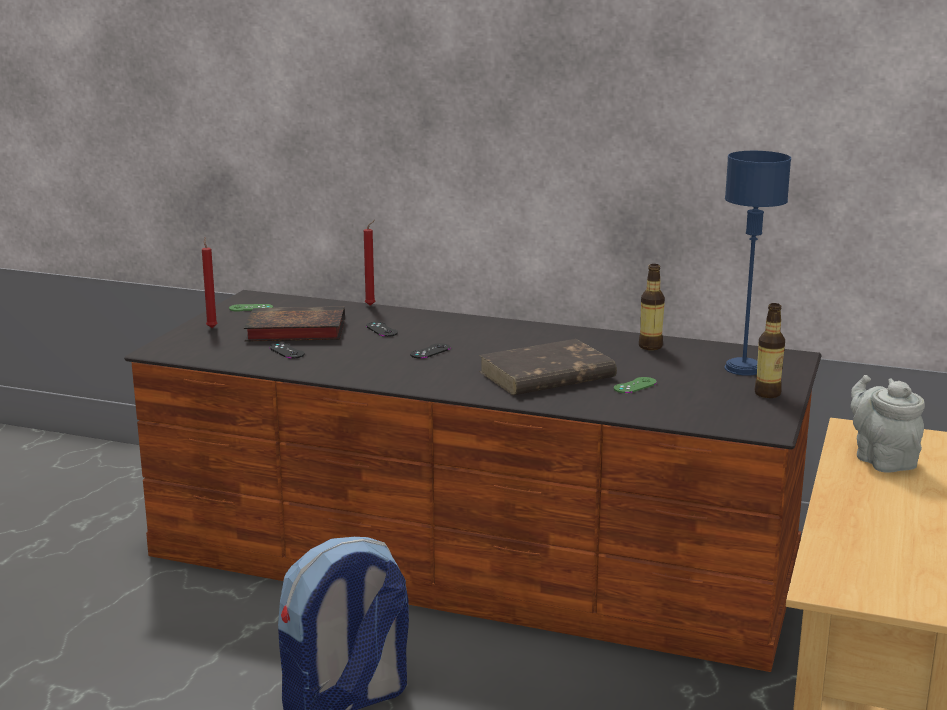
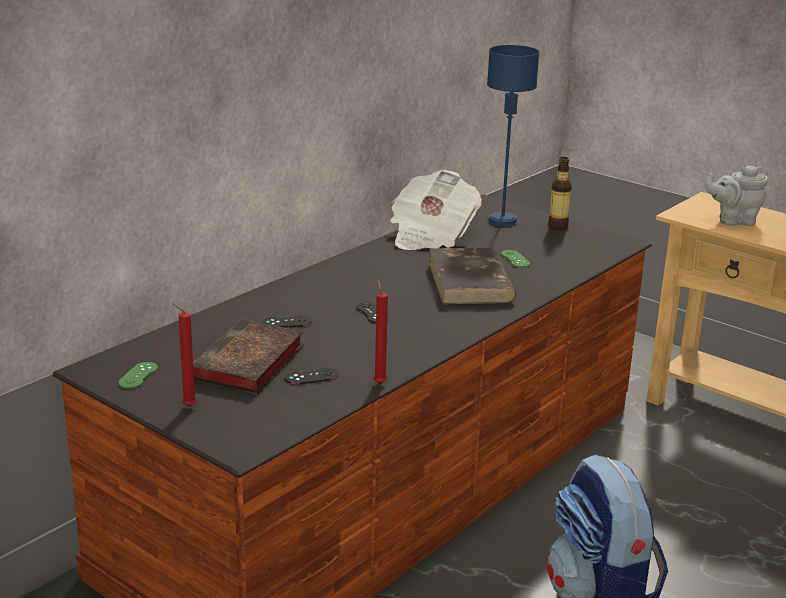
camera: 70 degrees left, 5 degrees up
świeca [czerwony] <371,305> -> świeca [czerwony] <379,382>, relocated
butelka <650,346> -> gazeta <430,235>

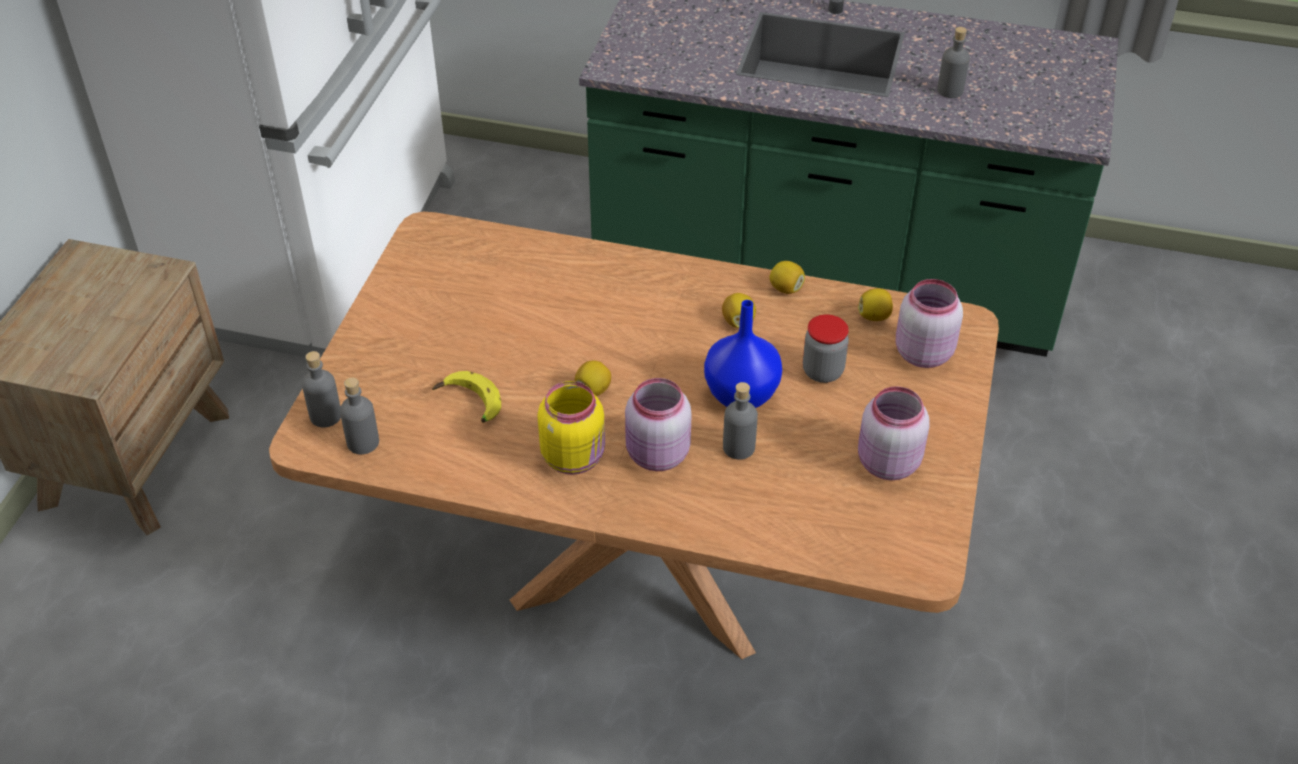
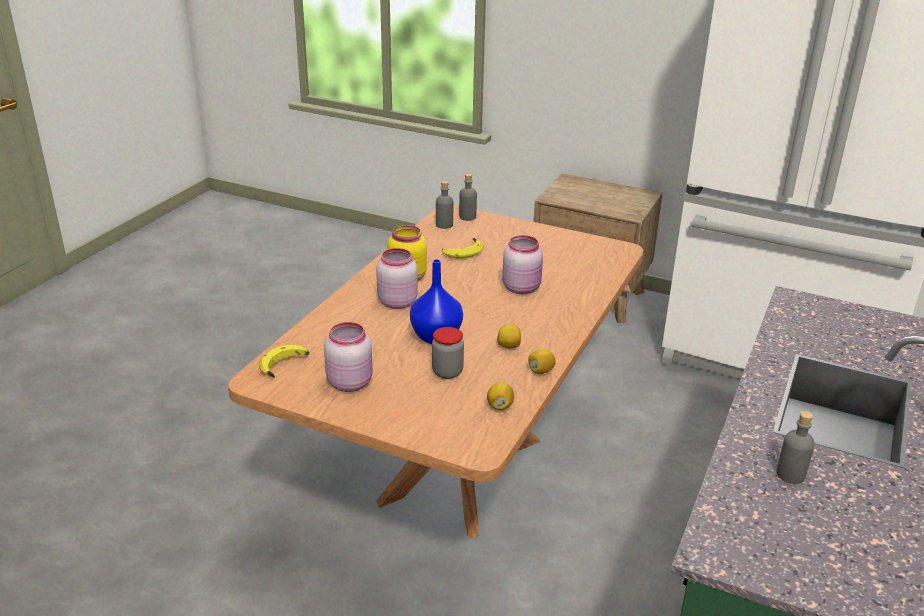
camera: 100 degrees right, 15 degrees down
cytryna <593,390> -> none
butelka [szary] <738,447> -> none
none -> banan <285,366>
słoik [różowy] <921,352> -> słoik [różowy] <522,288>, relocated

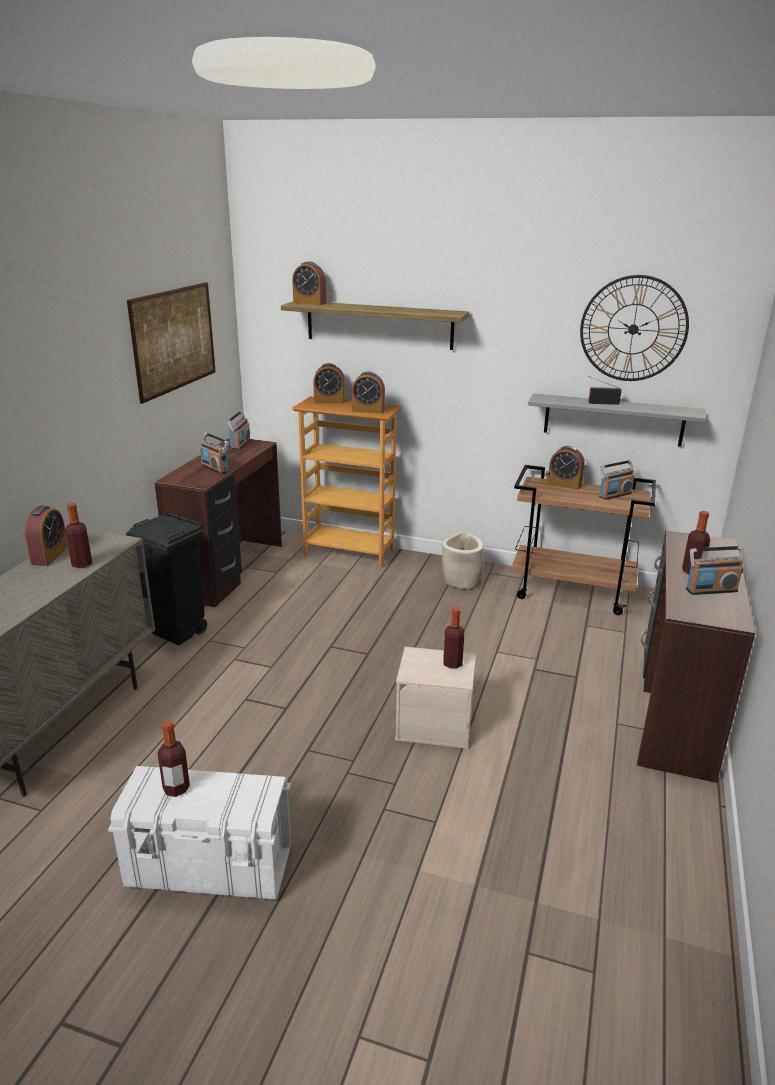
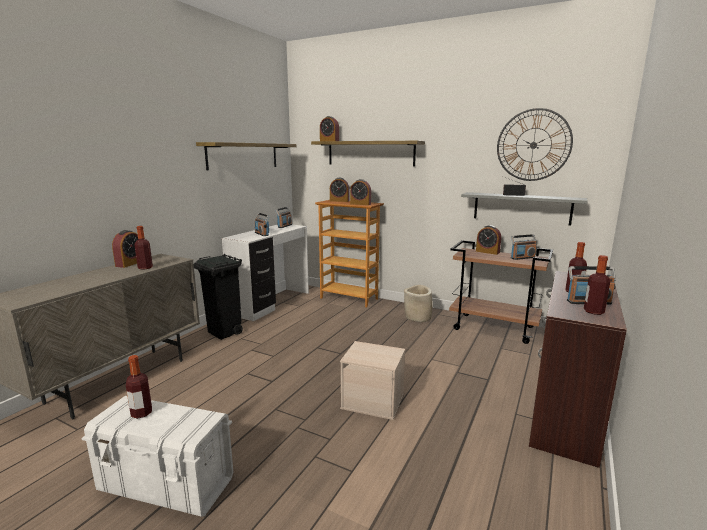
camera: 10 degrees right, 10 degrees down
butelka <452,663> -> butelka <593,311>, relocated
obraz <174,339> -> półka <243,156>
biurko [brązowy] <230,571> -> biurko [biały] <272,303>

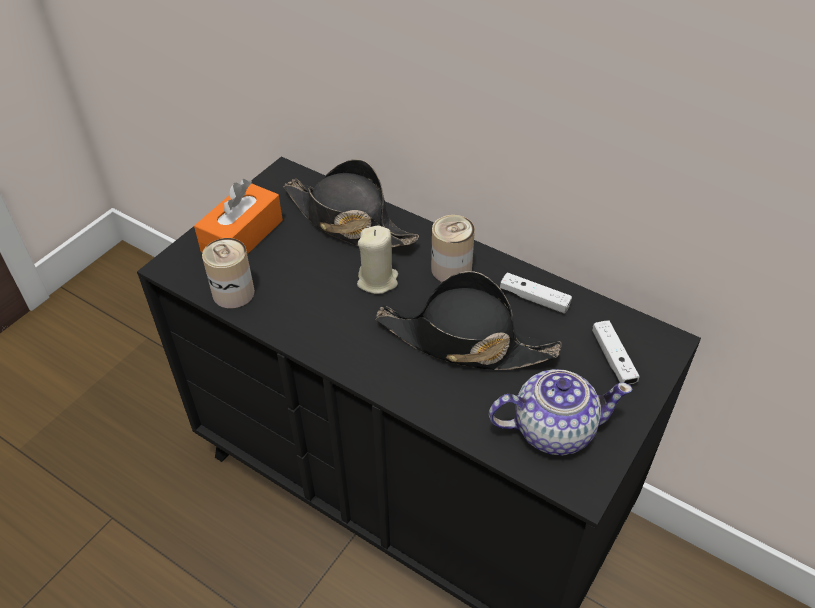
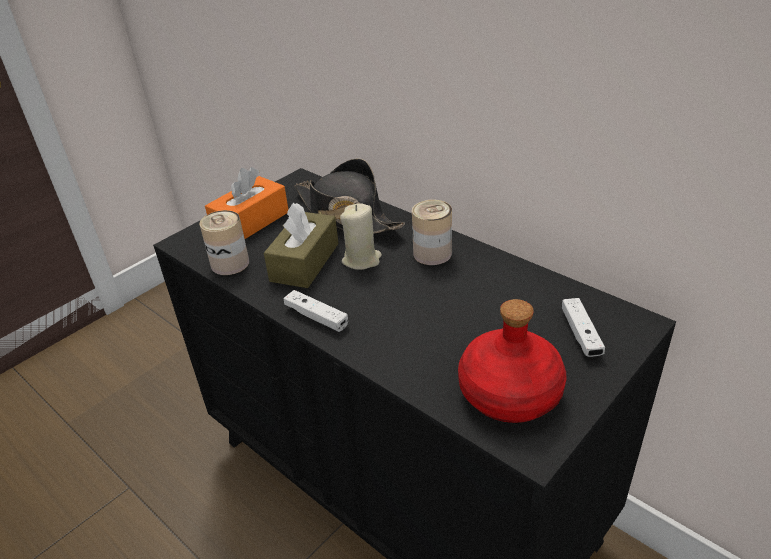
camera: 10 degrees right, 10 degrees down
kapelusz [czarny] <464,341> -> none
none -> pudełko chusteczek [brązowy] <305,262>
pad do gier [biały] <534,299> -> pad do gier [biały] <316,317>, relocated
imbryk <552,429> -> butelka [czerwony] <508,392>

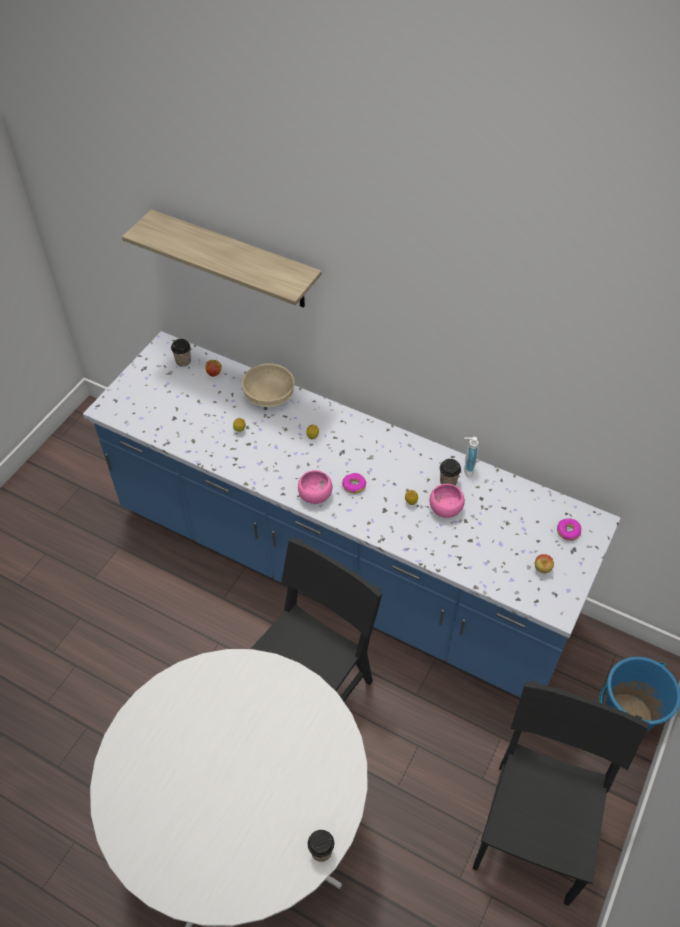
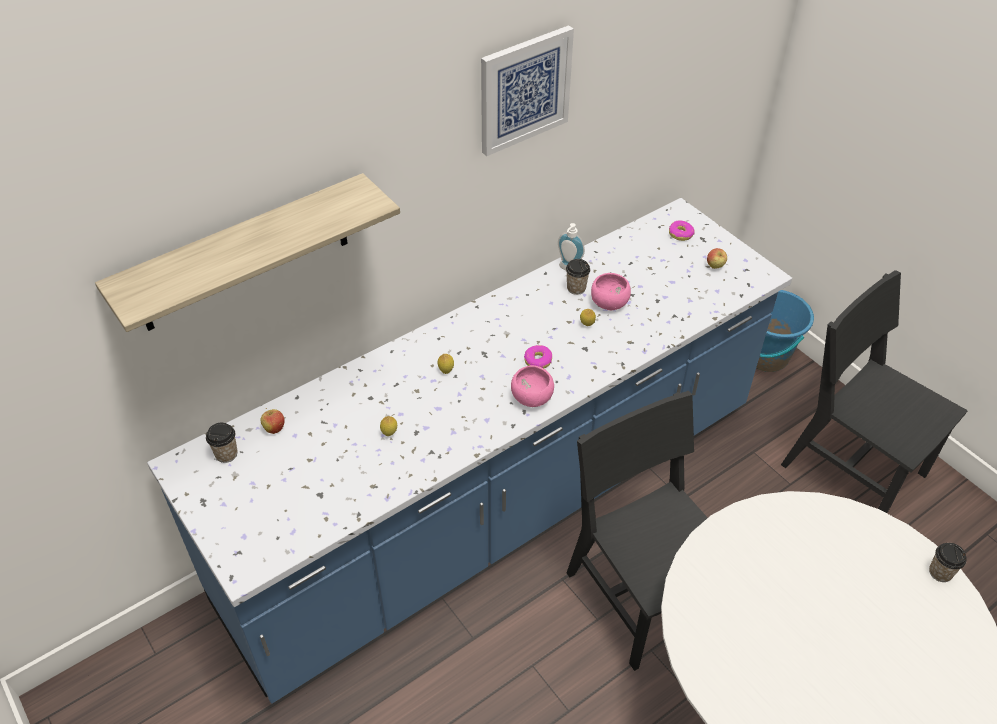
camera: 65 degrees left, 5 degrees down
miska [beżowy] <269,396> -> none
none -> obraz <524,90>

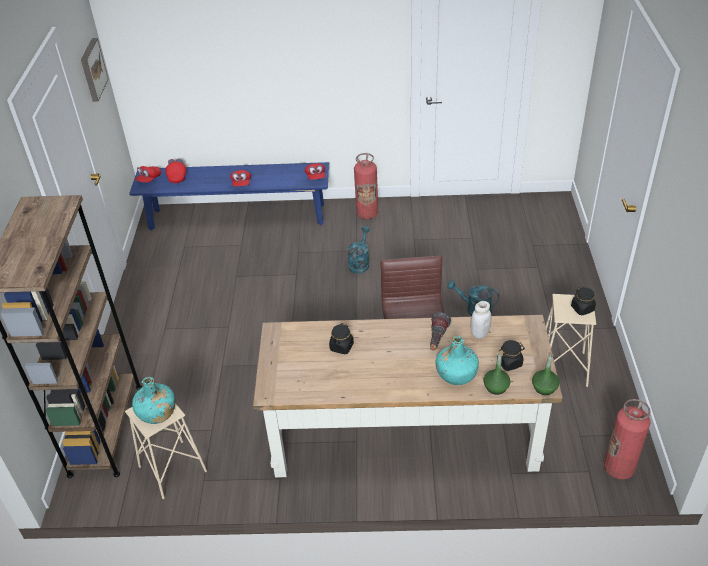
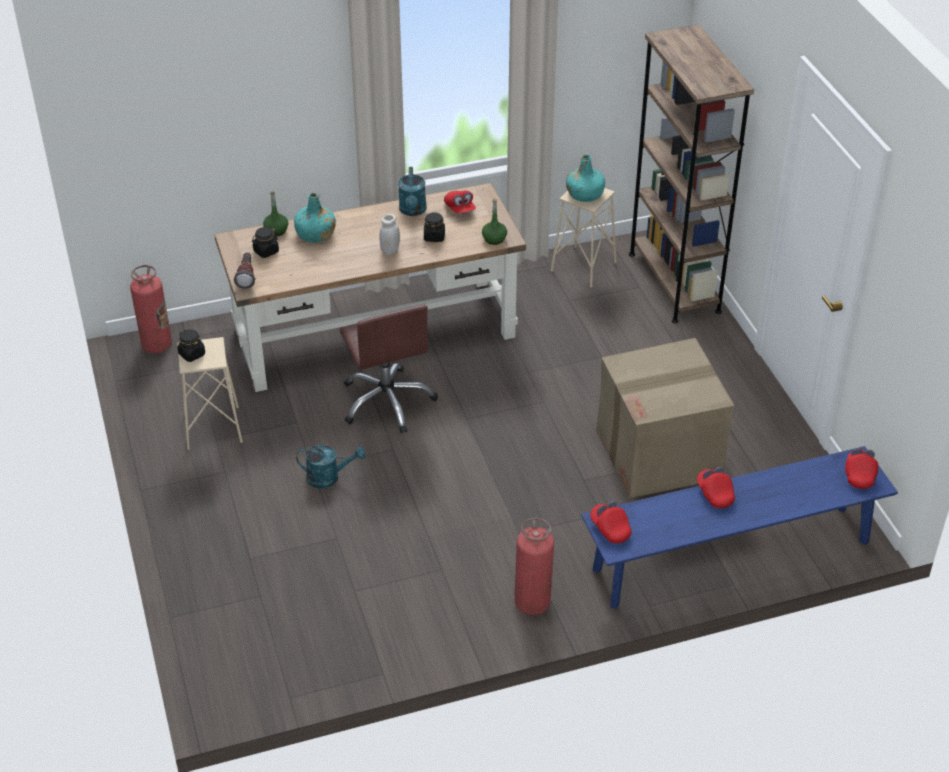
camera: 160 degrees right, 0 degrees up
obraz <92,69> -> none
none -> karton <659,454>
czapka z daszkiem [czerwony] <177,176> -> czapka z daszkiem [czerwony] <460,209>, relocated
konewka [turkusowy] <359,263> -> konewka [turkusowy] <413,211>, relocated
latarka <437,340> -> latarka <247,276>, relocated
słoik [biały] <479,333> -> słoik [biały] <390,250>, relocated
butelka [zielony] <544,387> -> butelka [zielony] <494,239>, relocated

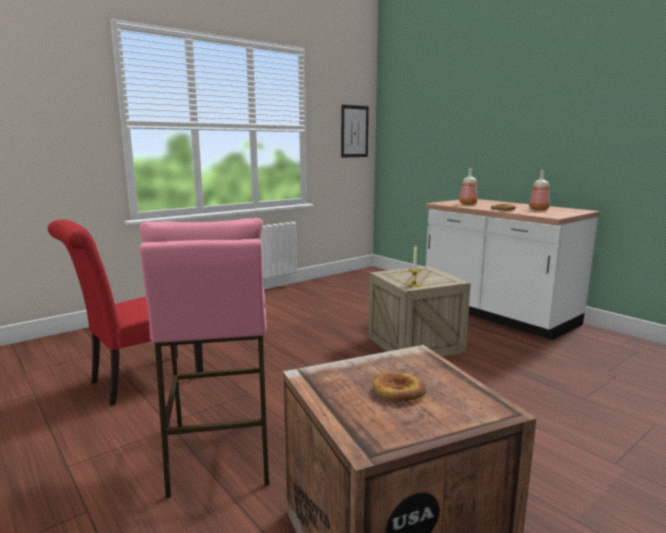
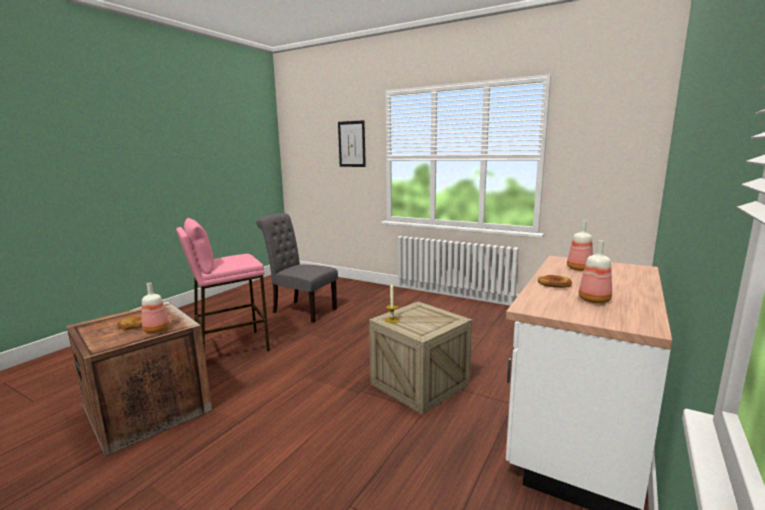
camera: 70 degrees right, 0 degrees up
none -> butelka <156,329>
obraz <354,131> -> obraz <351,144>, relocated
krzesło [czerwony] <139,381> -> krzesło [szary] <301,310>

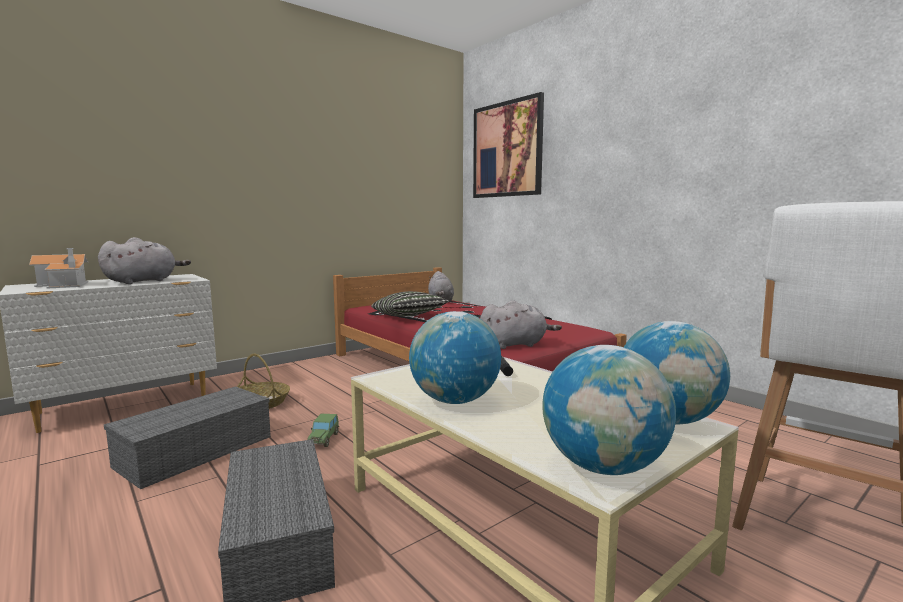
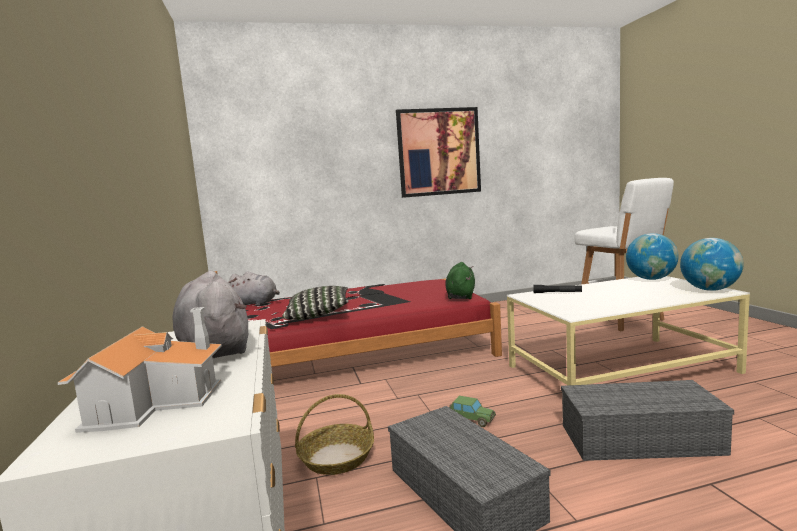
camera: 65 degrees left, 0 degrees up
globus <454,400> -> none
obraz <507,149> -> obraz <439,152>, relocated
pluszak [szary] <515,344> -> pluszak [zielony] <461,296>

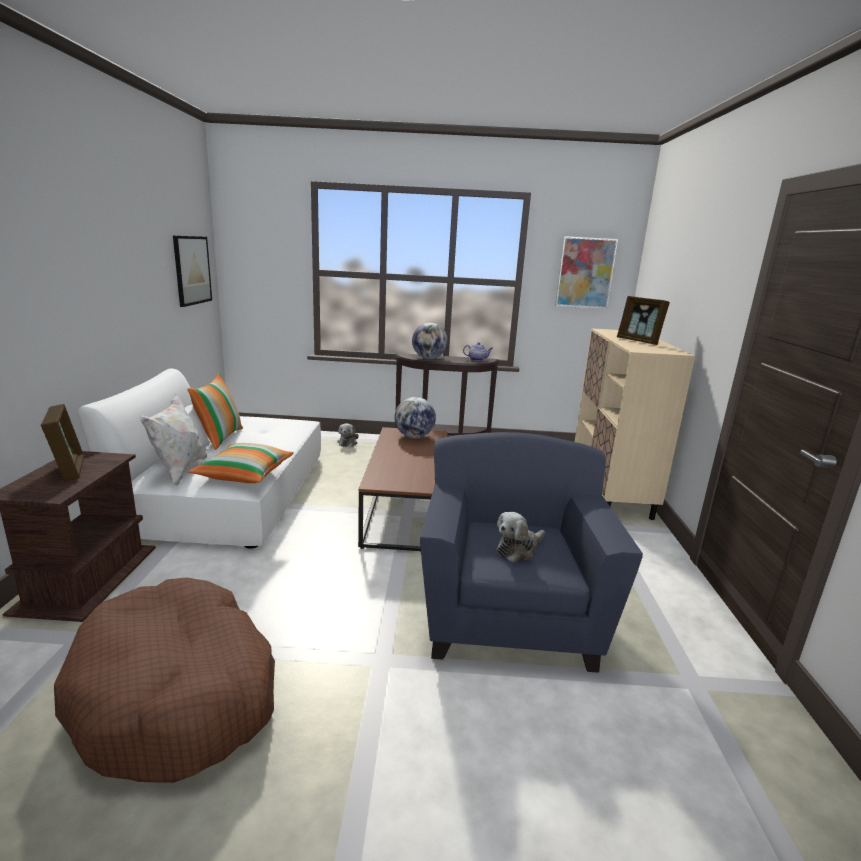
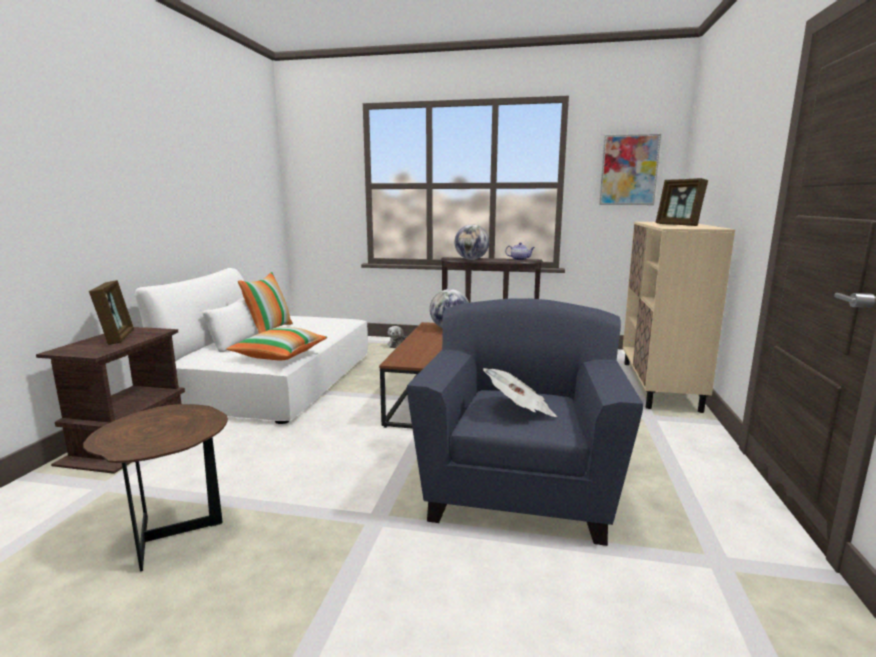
camera: 10 degrees right, 5 degrees down
poduszka [biały] <179,471> -> none
obraz <192,270> -> none
legowisko [brązowy] <178,694> -> stolik [brązowy] <175,534>
pluszak <518,549> -> gazeta <519,410>

